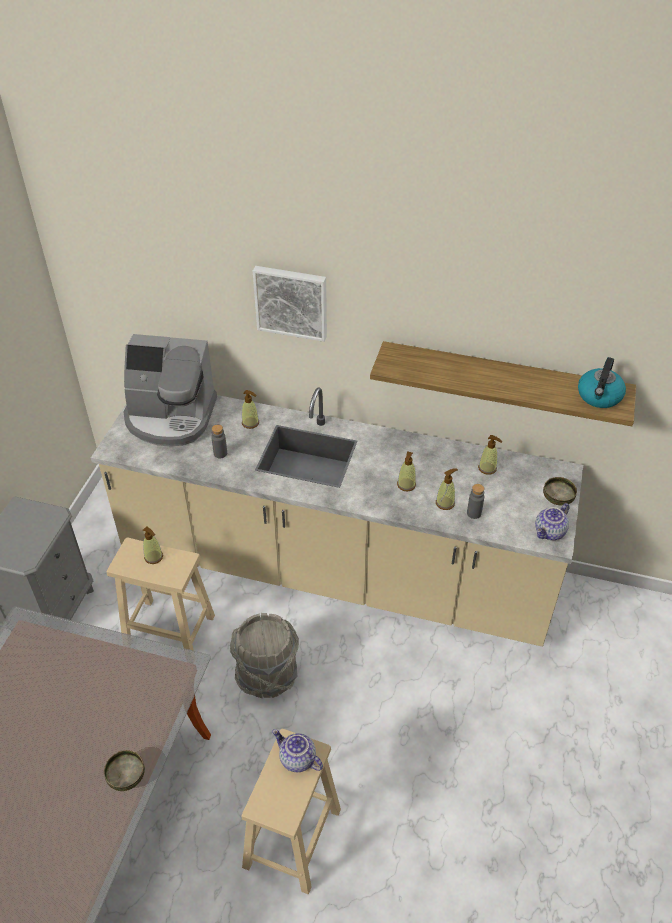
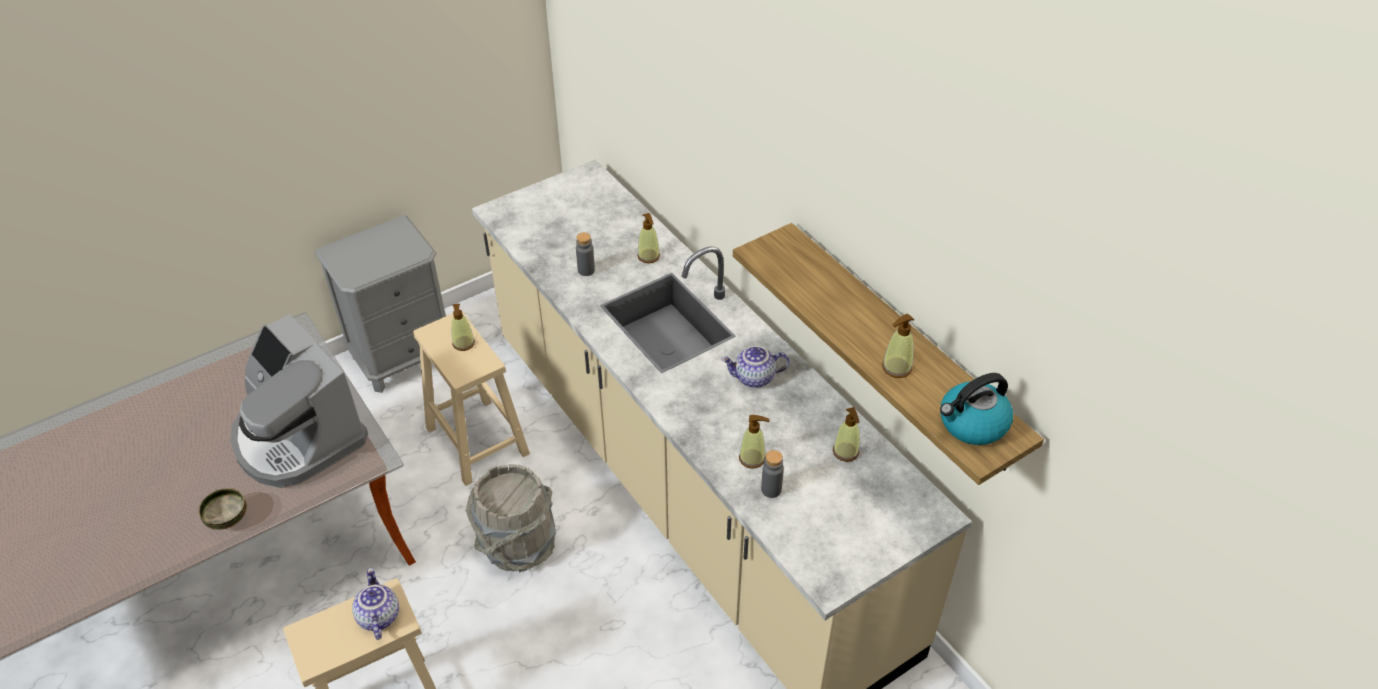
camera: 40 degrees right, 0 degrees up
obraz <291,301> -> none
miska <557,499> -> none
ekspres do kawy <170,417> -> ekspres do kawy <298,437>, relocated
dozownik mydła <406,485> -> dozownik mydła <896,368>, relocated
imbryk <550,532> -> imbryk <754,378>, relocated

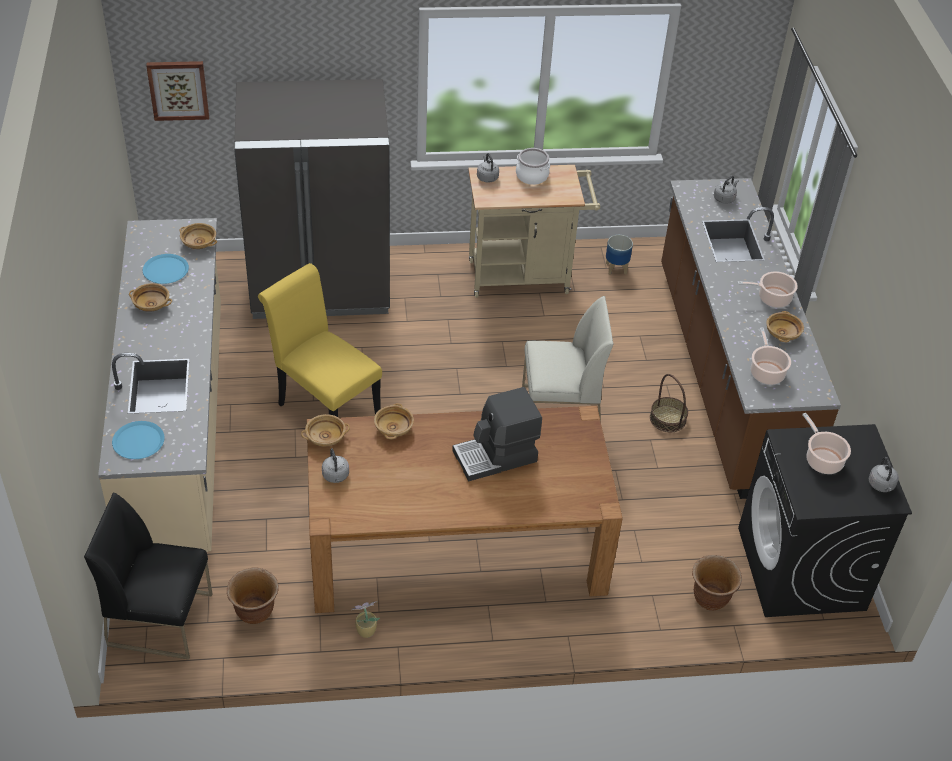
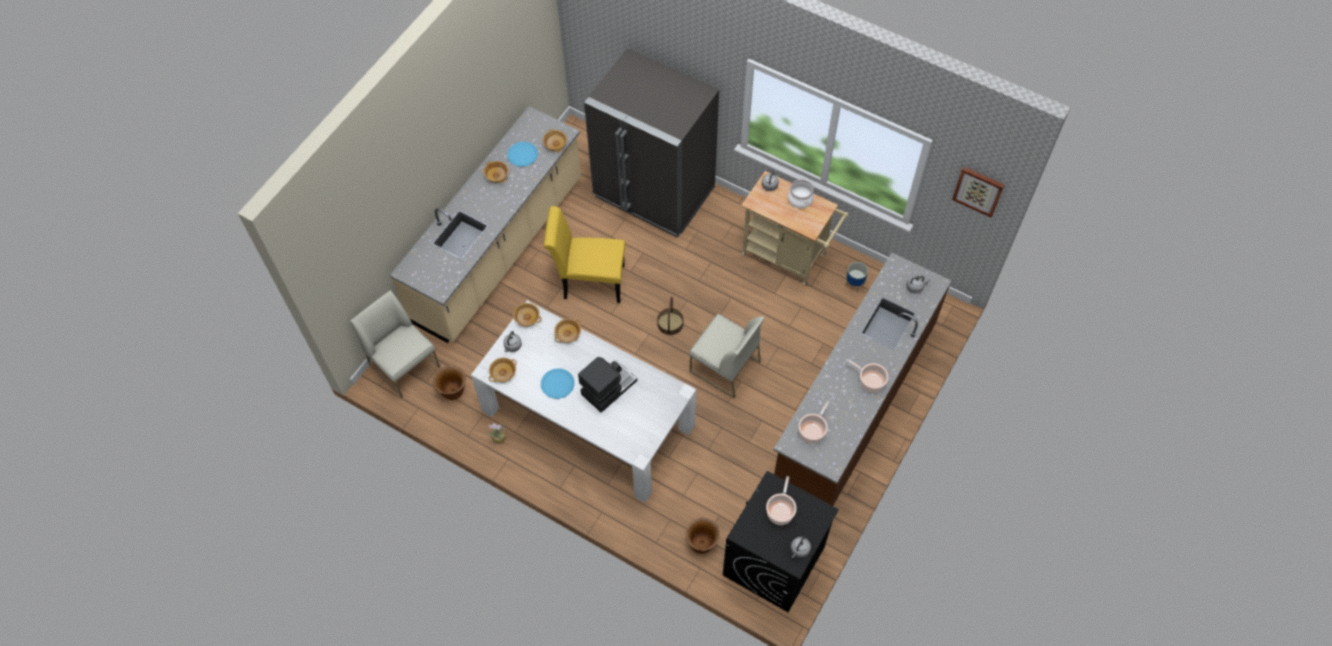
camera: 40 degrees right, 15 degrees up
talerz [niebieski] <138,441> -> talerz [niebieski] <557,384>, relocated
obraz <178,89> -> obraz <978,190>, relocated
koszyk <668,419> -> koszyk <670,324>, relocated
miska [beżowy] <783,333> -> miska [beżowy] <503,373>, relocated
krzesło [czarny] <160,619> -> krzesło [biały] <405,365>
stół jadalny [brązowy] <456,545> -> stół jadalny [biały] <588,418>
krzesło [żółty] <324,405> -> krzesło [żółty] <589,281>, 75 degrees counterclockwise
ekspres do kawy <496,457> -> ekspres do kawy <608,387>, 120 degrees clockwise

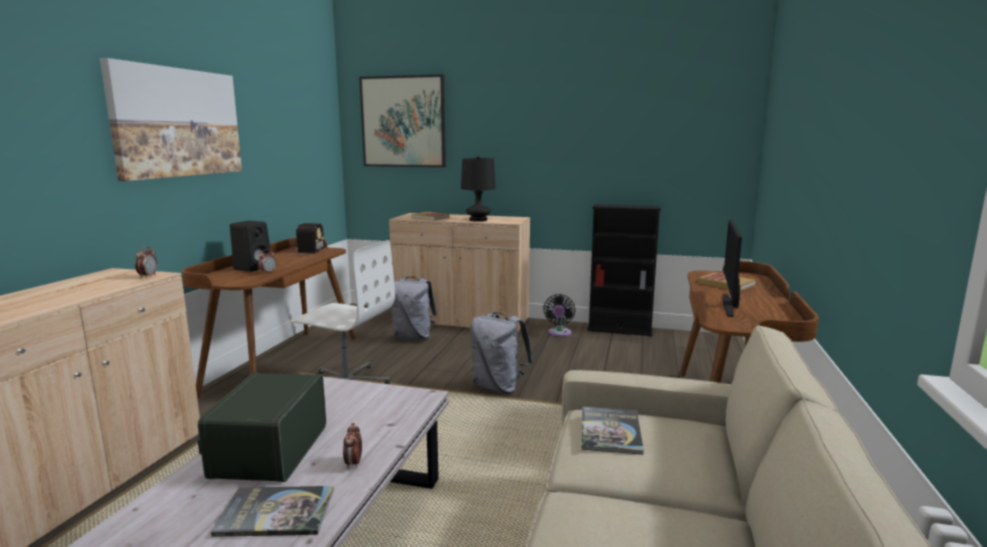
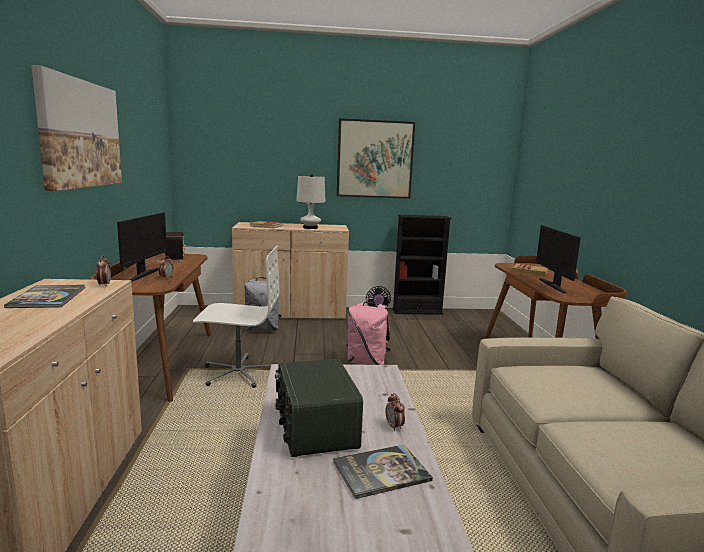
camera: 20 degrees left, 0 degrees up
obraz <403,122> -> obraz <375,159>, relocated
książka <610,431> -> książka <48,297>, relocated
głośnik [czarny] <253,267> -> monitor <144,274>
lampa stołowa [czarny] <478,220> -> lampa stołowa [biały] <310,228>
plecak [szary] <499,387> -> plecak [różowy] <367,362>

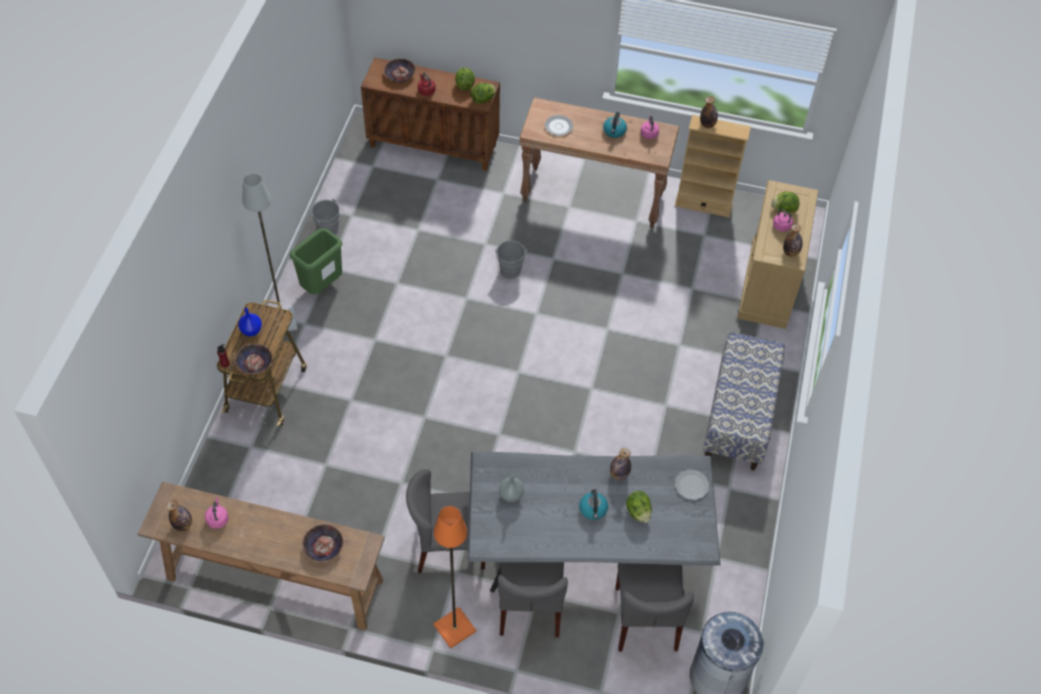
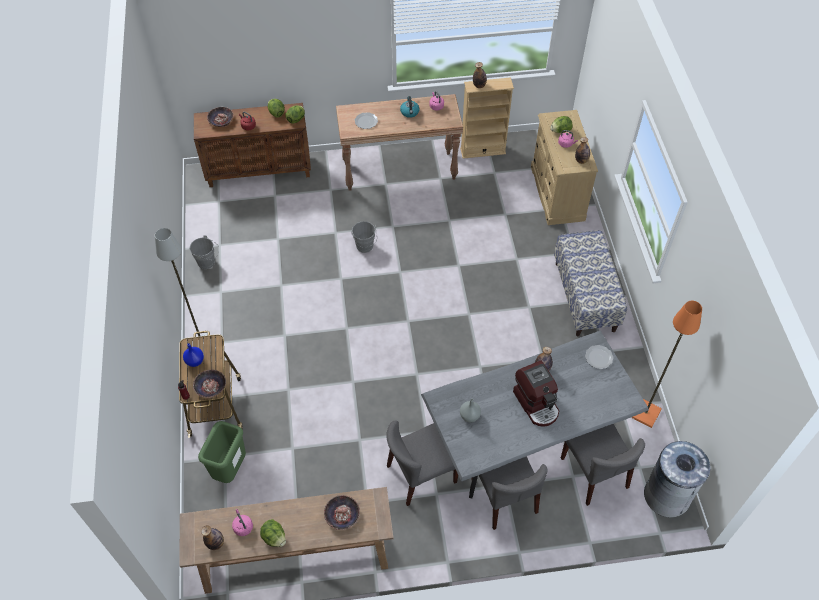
camera: 20 degrees left, 0 degrees up
kosz na śmieci [zielony] <322,285> -> kosz na śmieci [zielony] <230,468>, relocated
lampa stojąca [pomarańczowy] <454,629> -> lampa stojąca [pomarańczowy] <645,414>, relocated
sałata <638,512> -> sałata <274,537>, relocated
czajnik <593,509> -> ekspres do kawy <537,403>

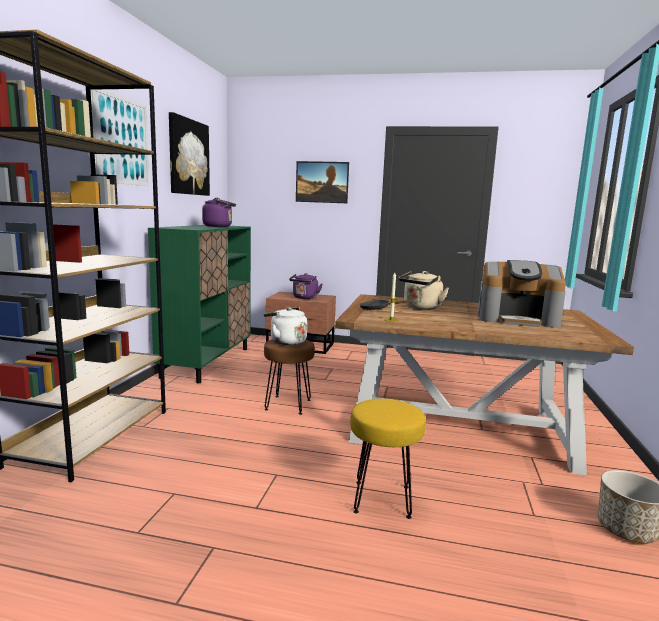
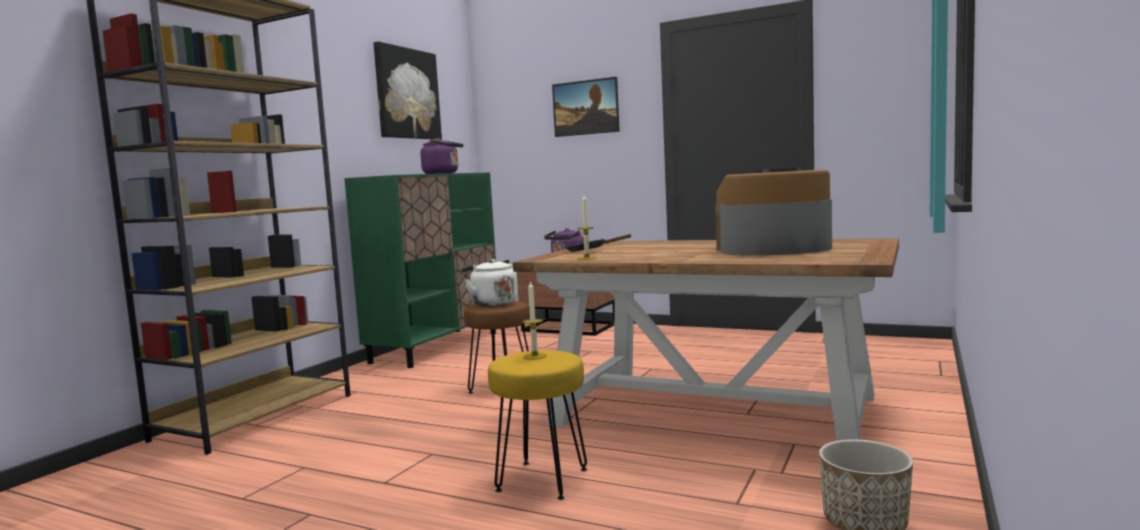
camera: 15 degrees right, 5 degrees down
obraz <122,141> -> none
czajnik [beżowy] <421,308> -> none
none -> świeca <534,356>
ekspres do kawy <517,319> -> ekspres do kawy <773,249>, 150 degrees clockwise

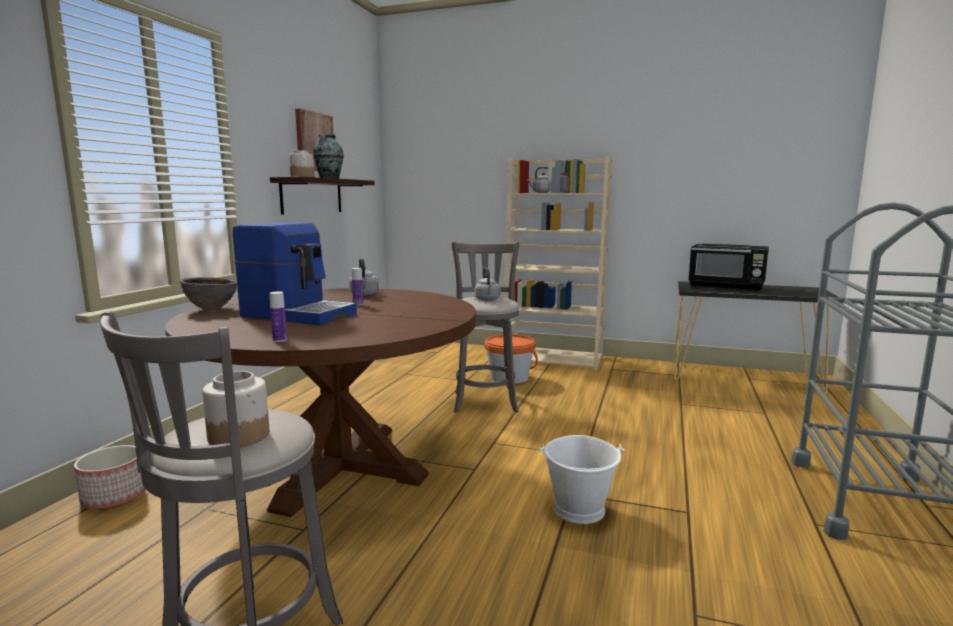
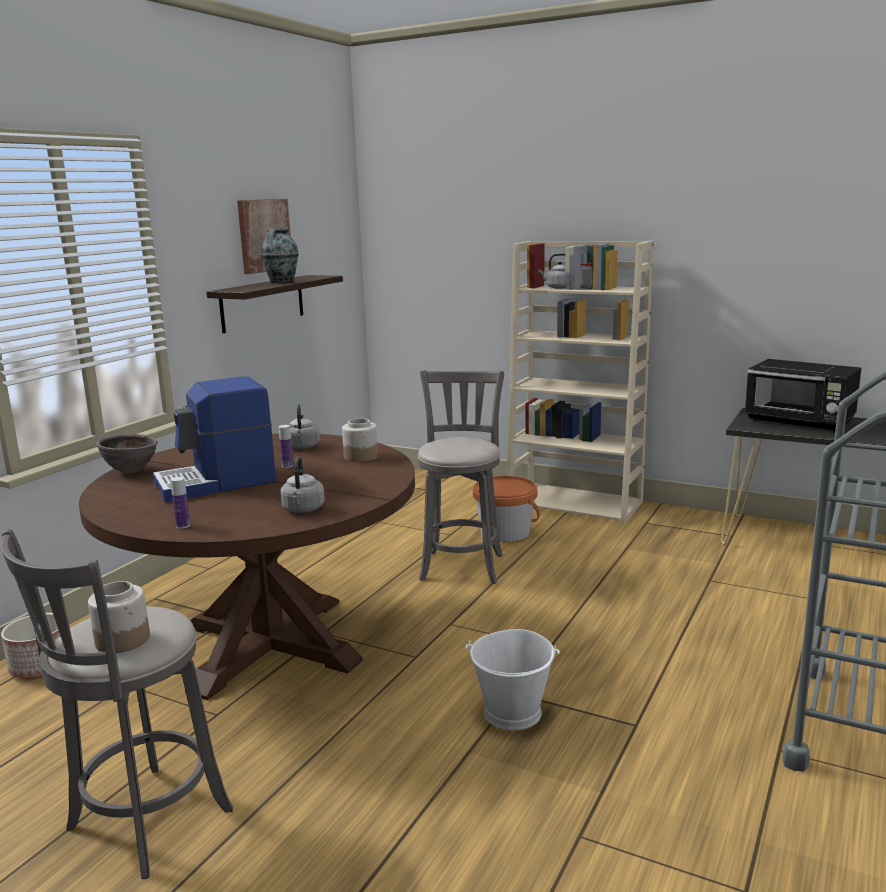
camera: 10 degrees right, 5 degrees up
słoik <302,177> -> słoik <361,457>, relocated
czajnik [szary] <487,300> -> czajnik [szary] <303,510>, relocated
ekspres do kawy <298,314> -> ekspres do kawy <217,483>, 120 degrees clockwise

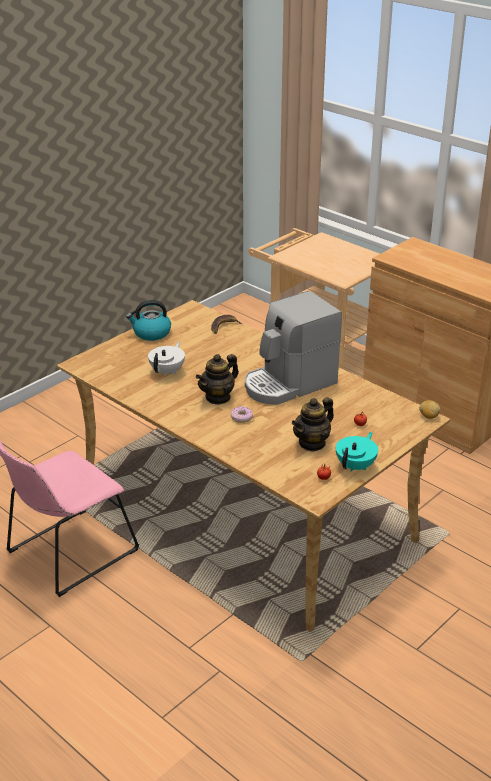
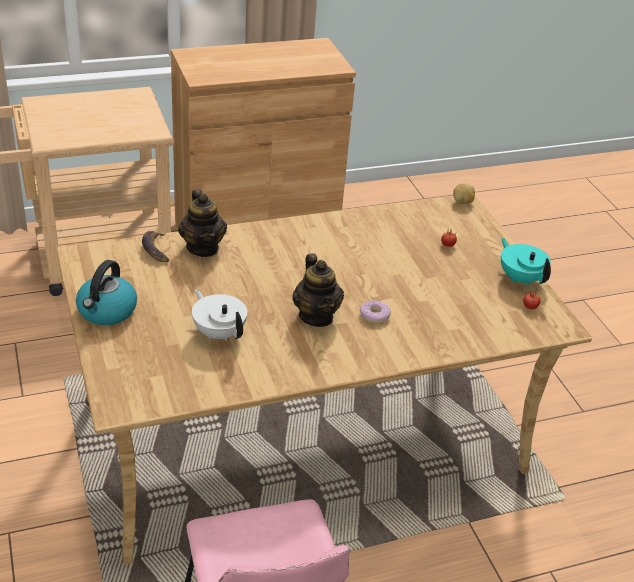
camera: 65 degrees left, 5 degrees up
ekspres do kawy <289,384> -> none
imbryk <312,443> -> imbryk <203,248>, relocated

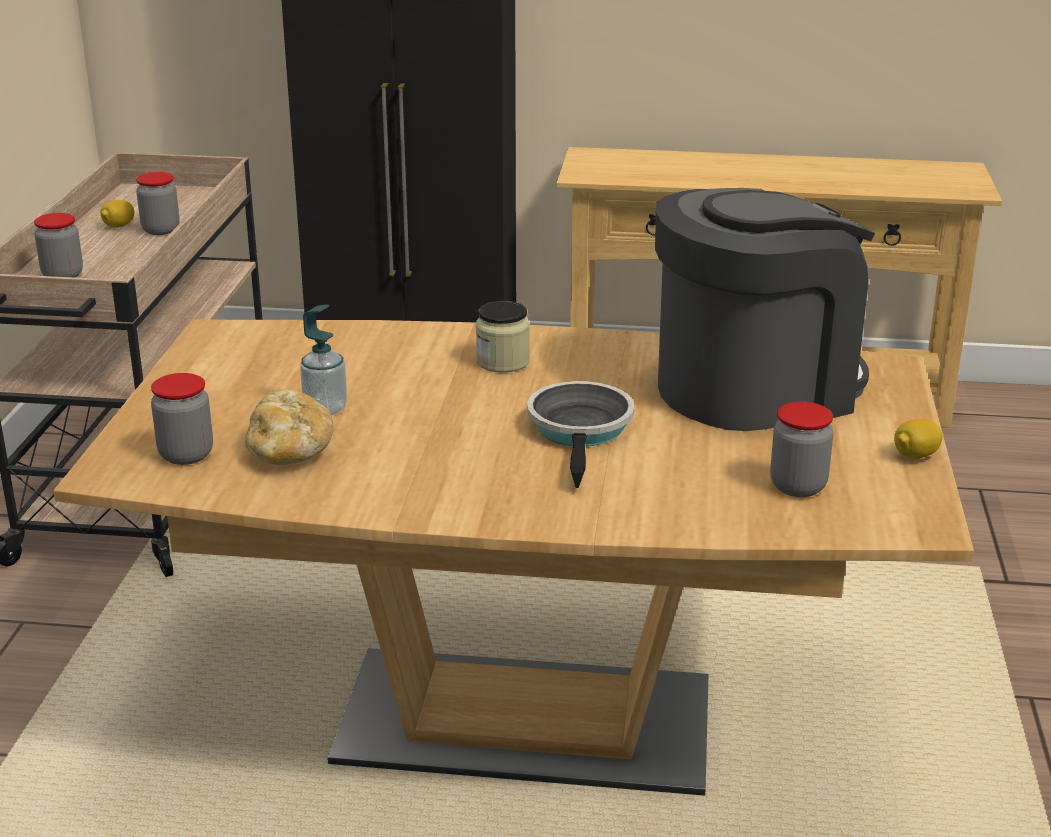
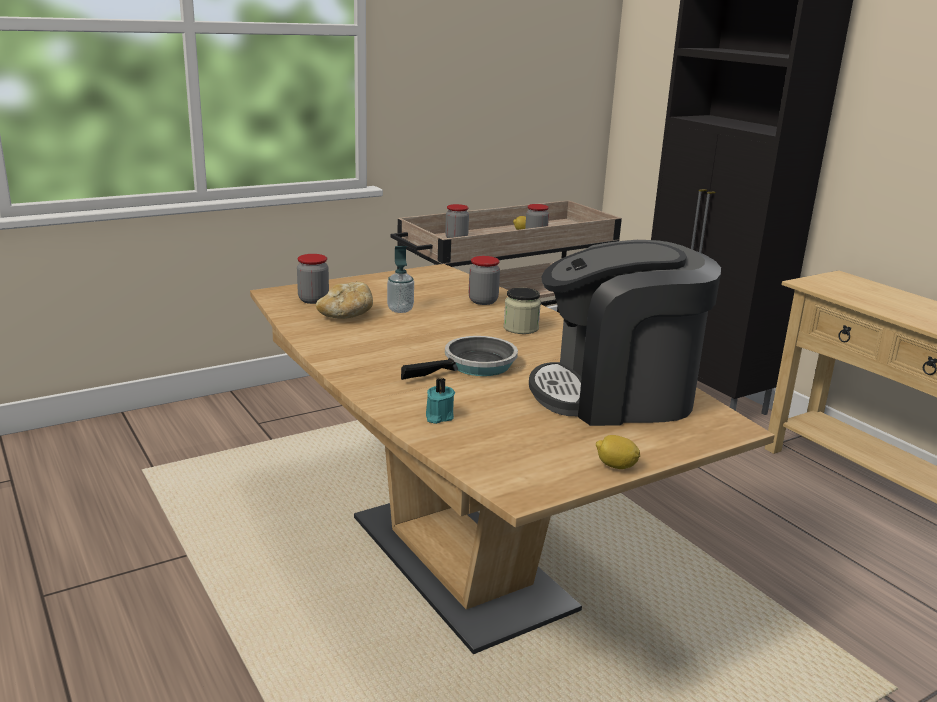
camera: 50 degrees right, 5 degrees down
none -> świeca [turkusowy] <438,417>
słoik <798,486> -> słoik <483,301>, relocated
ekspres do kawy <755,388> -> ekspres do kawy <616,395>, 150 degrees clockwise

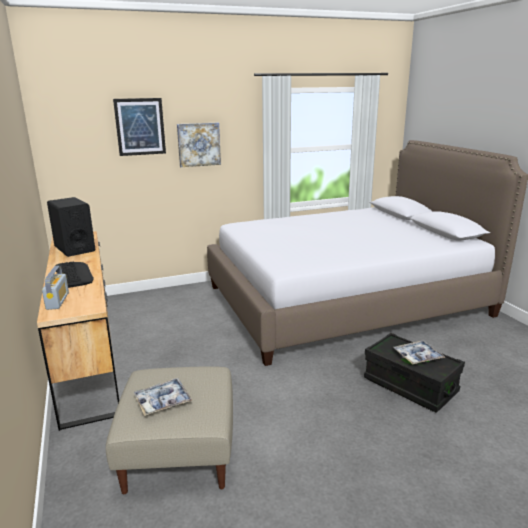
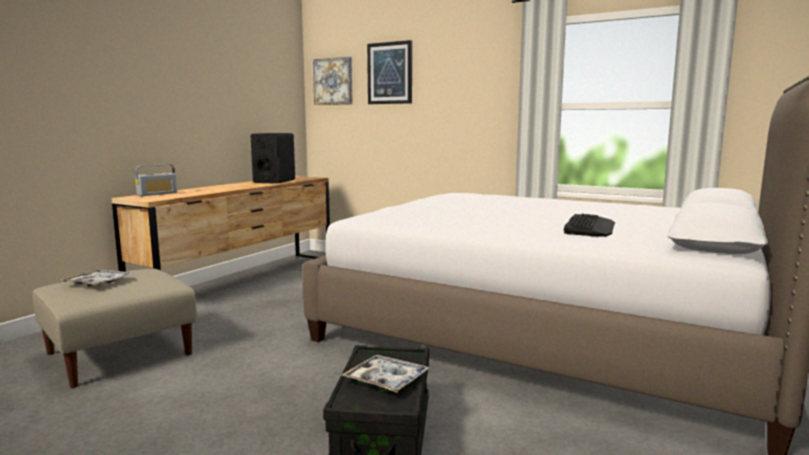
camera: 50 degrees right, 10 degrees down
klawiatura <73,275> -> klawiatura <589,227>, relocated
obraz <199,144> -> obraz <333,81>, relocated

